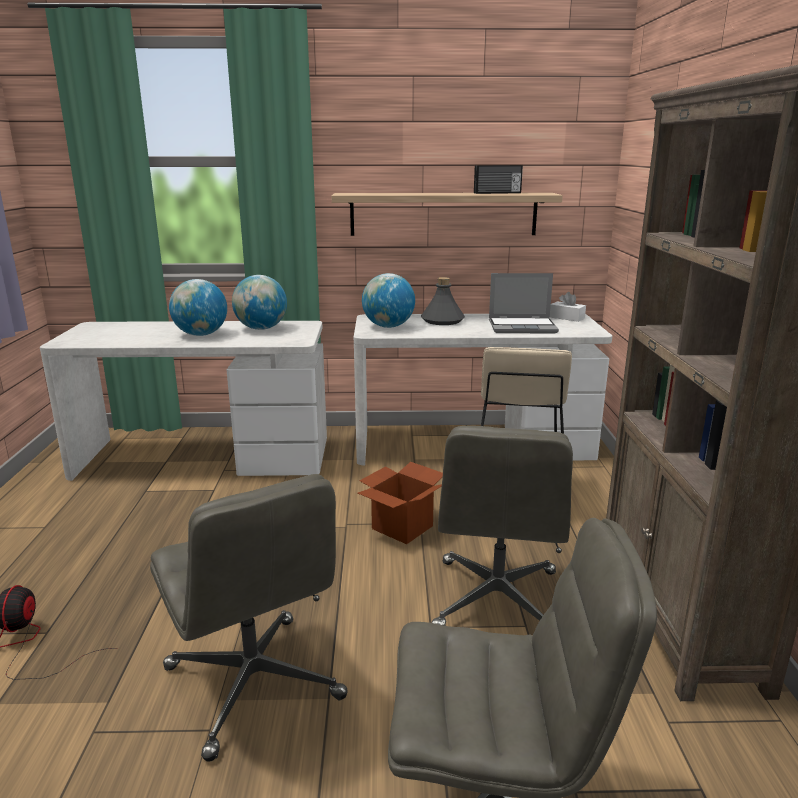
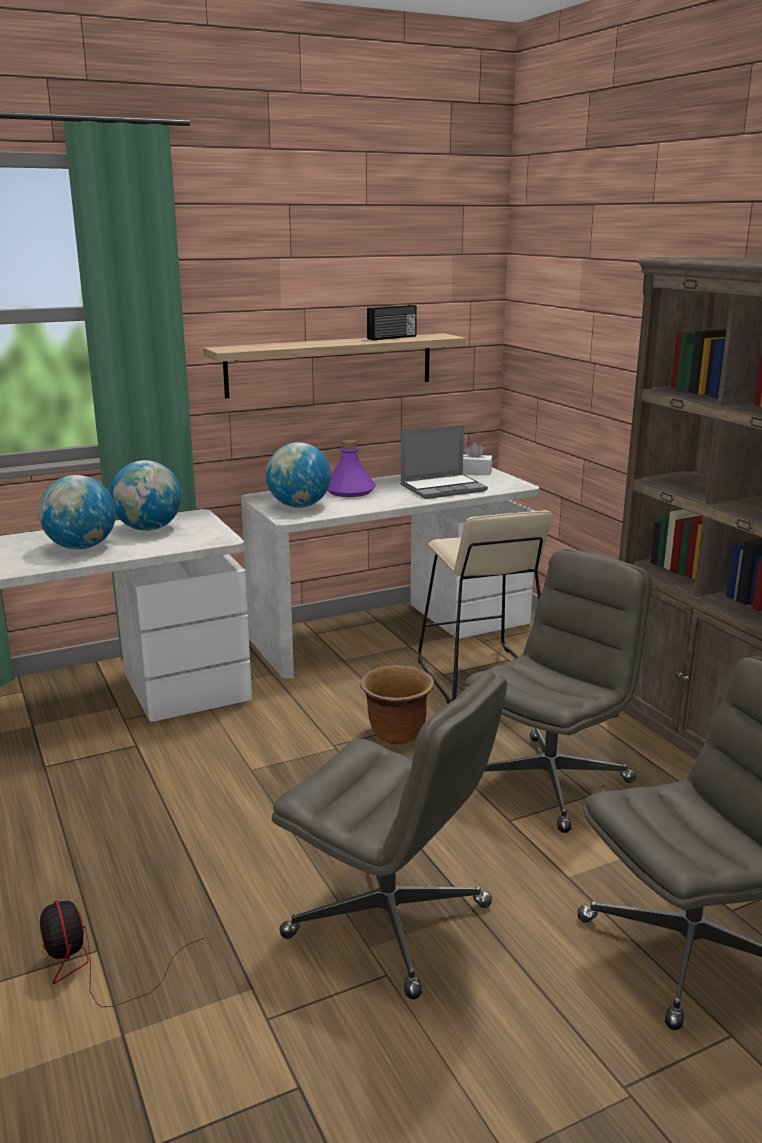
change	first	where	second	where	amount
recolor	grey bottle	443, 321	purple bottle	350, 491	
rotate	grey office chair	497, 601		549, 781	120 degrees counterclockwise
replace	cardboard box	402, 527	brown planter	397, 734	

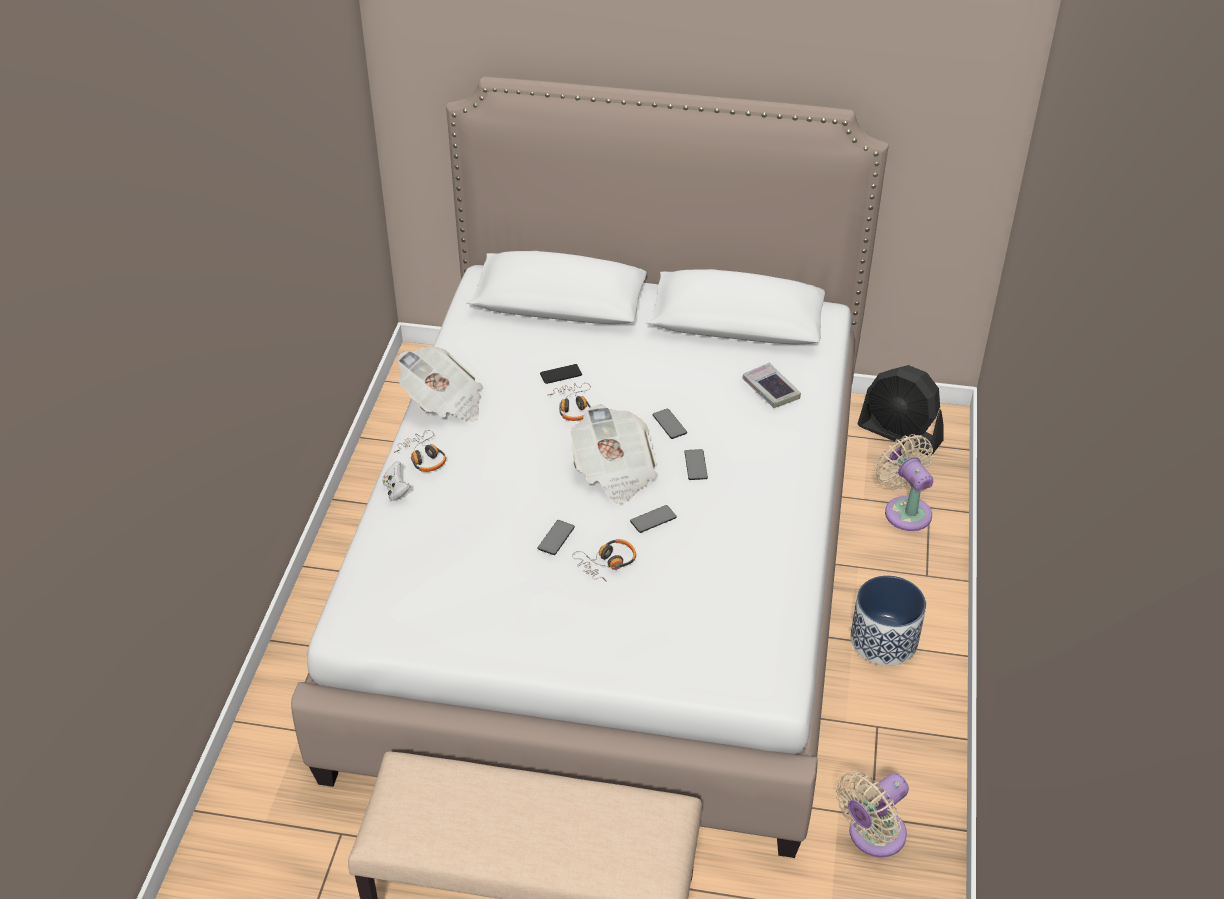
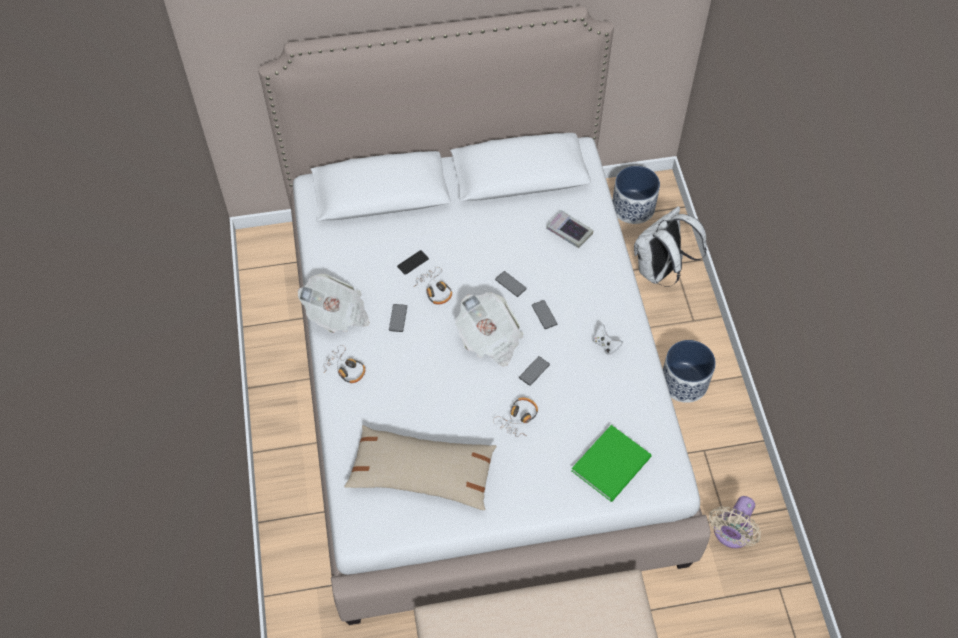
change	first	where	second	where	amount
replace	black fan	900, 434	planter	633, 207	
replace	beige fan	905, 510	white backpack	660, 271	
move	white game controller	396, 490		605, 345	
move	phone	556, 538		398, 318	
insert			beige pillow	422, 473	
insert			green book	613, 463	

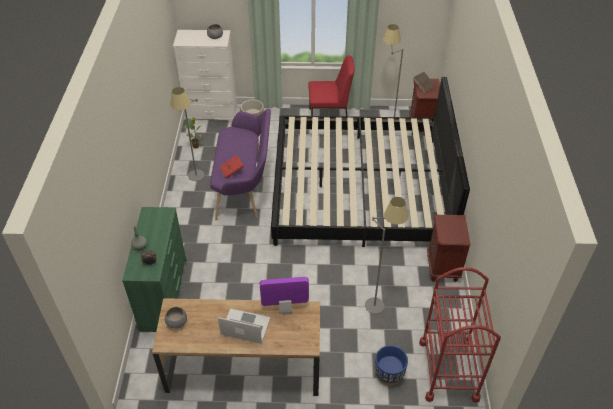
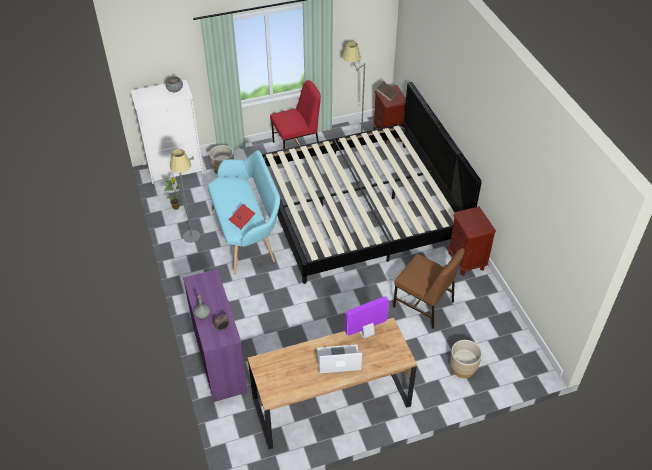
change	first	where	second	where	amount
recolor	purple bench	245, 187	turquoise bench	247, 235	
replace	grey floor lamp	379, 299	brown chair	424, 305	
recolor	green dresser	164, 294	purple dresser	220, 360	
delete	red cart	448, 370			
delete	grey bowl	177, 322			
recolor	blue planter	389, 374	beige planter	463, 368	

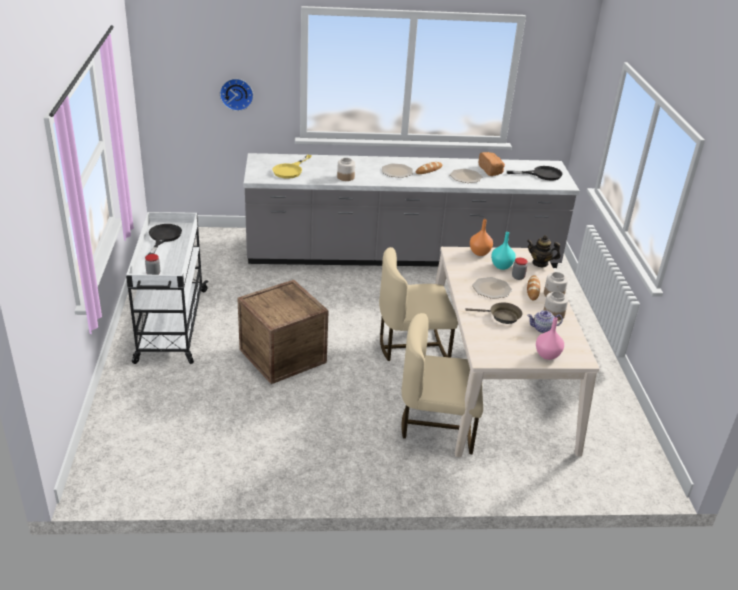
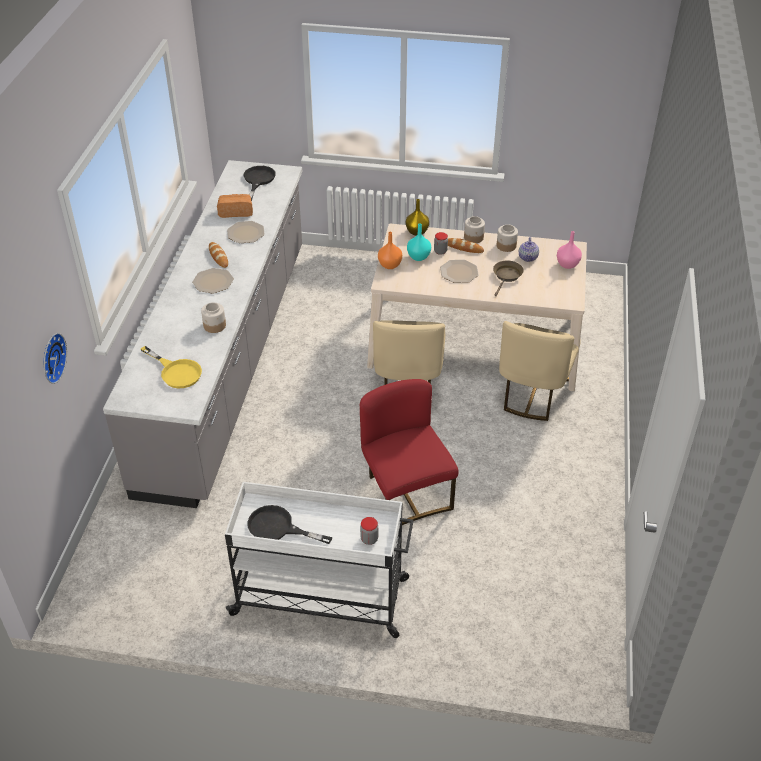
change	first	where	second	where	amount
replace	teapot	540, 263	yellow vase	417, 232	
replace	crate	282, 356	red chair	405, 494	

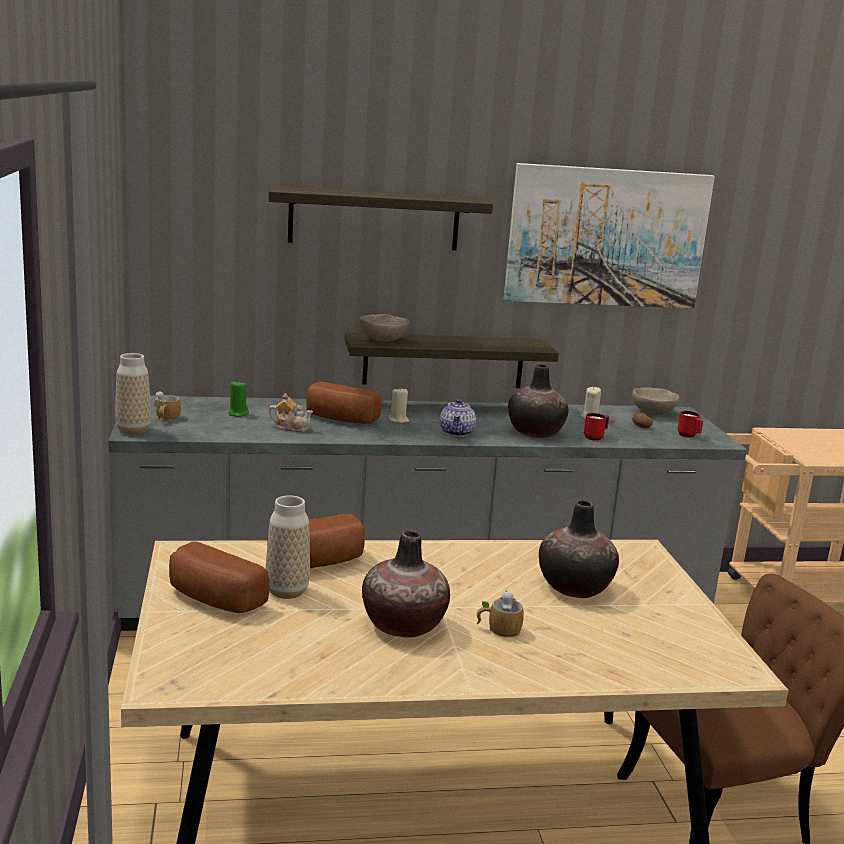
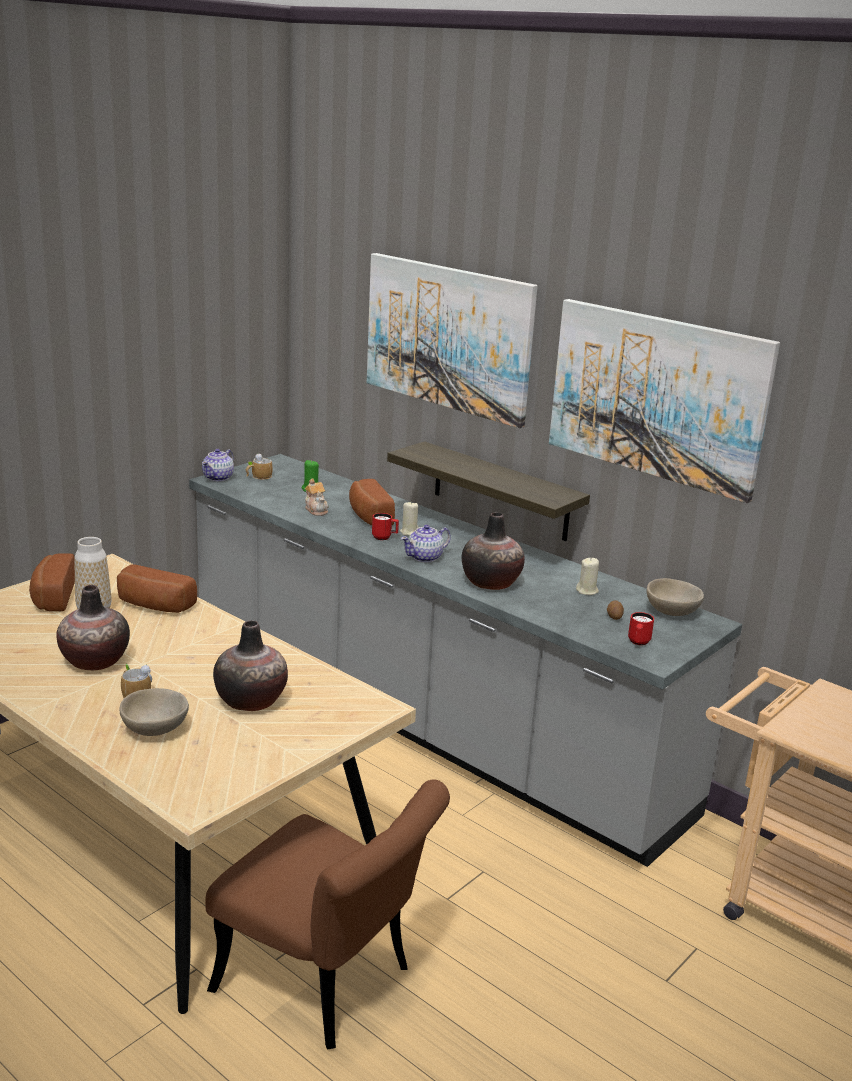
change	first	where	second	where	amount
replace	shelf	374, 218	picture	448, 337	
move	beige bowl	383, 341		154, 729	
replace	vase	133, 430	teapot	218, 477	
move	red mug	595, 437		384, 537	

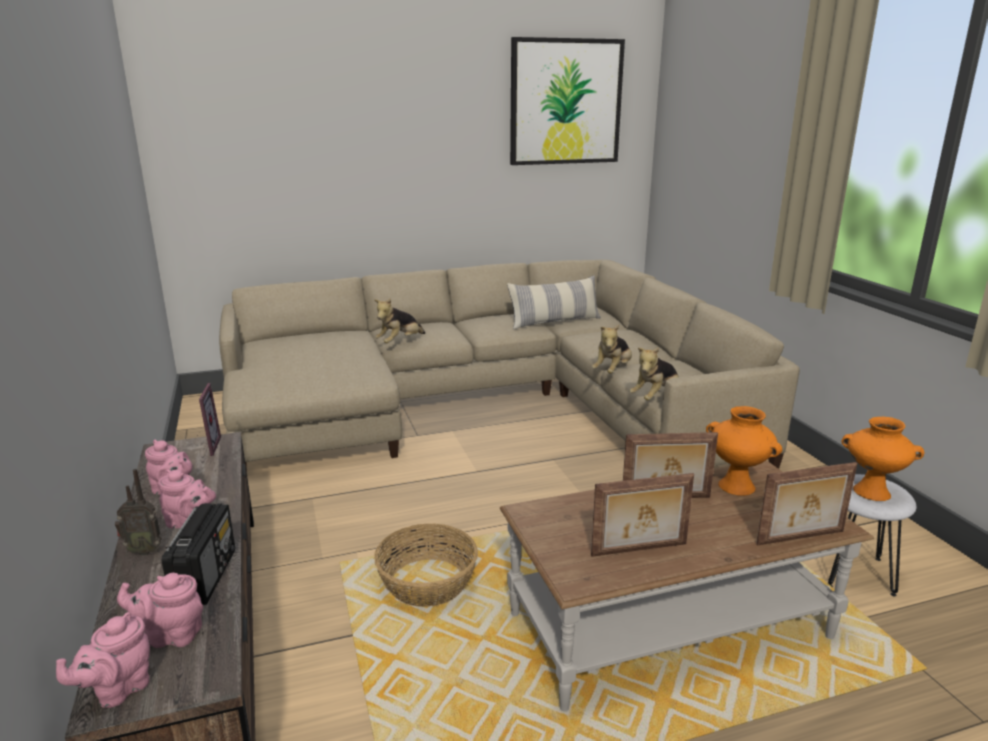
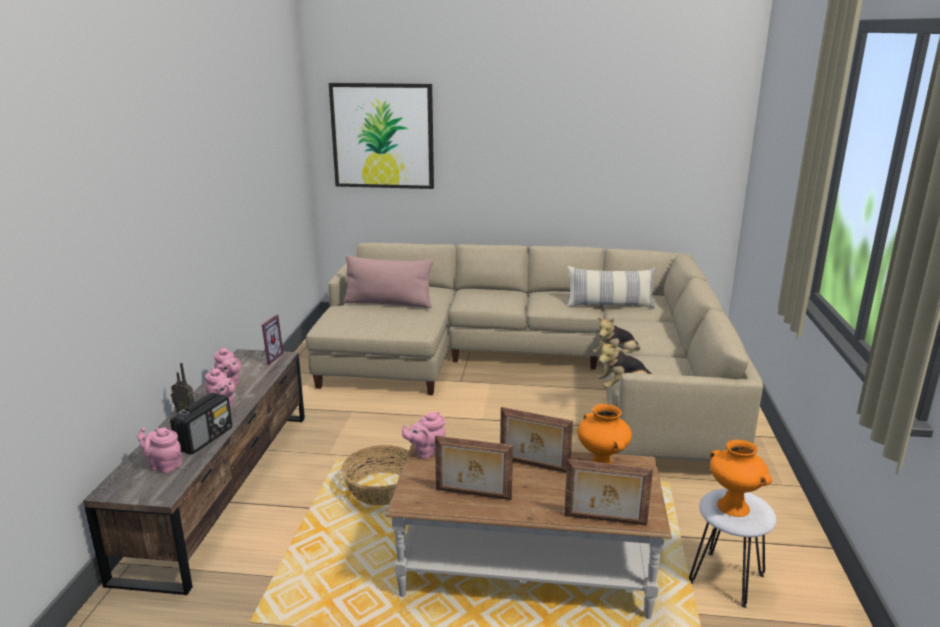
change	first	where	second	where	amount
move	picture	565, 102		382, 136	
delete	plush toy	400, 342			
move	pink teapot	117, 690		426, 452	
insert			pink pillow	388, 303	

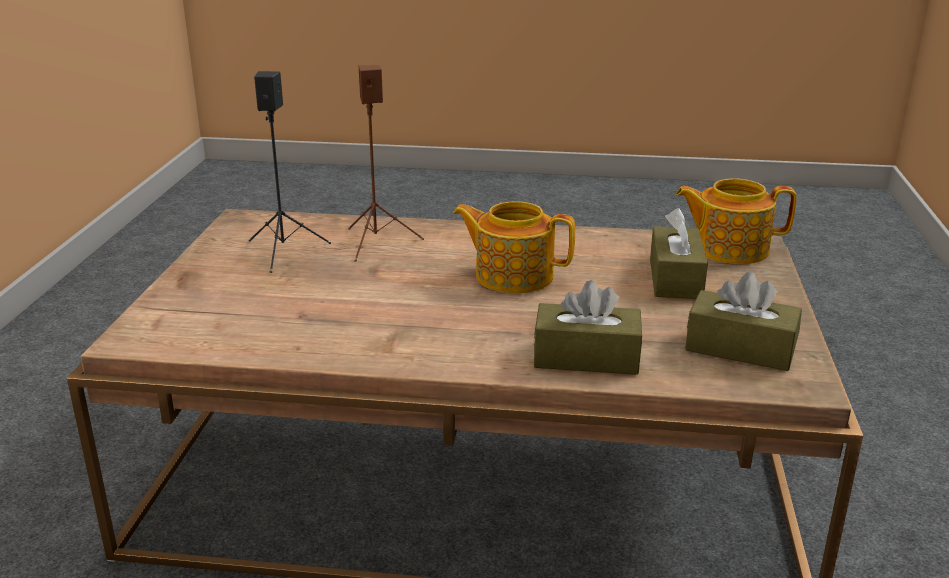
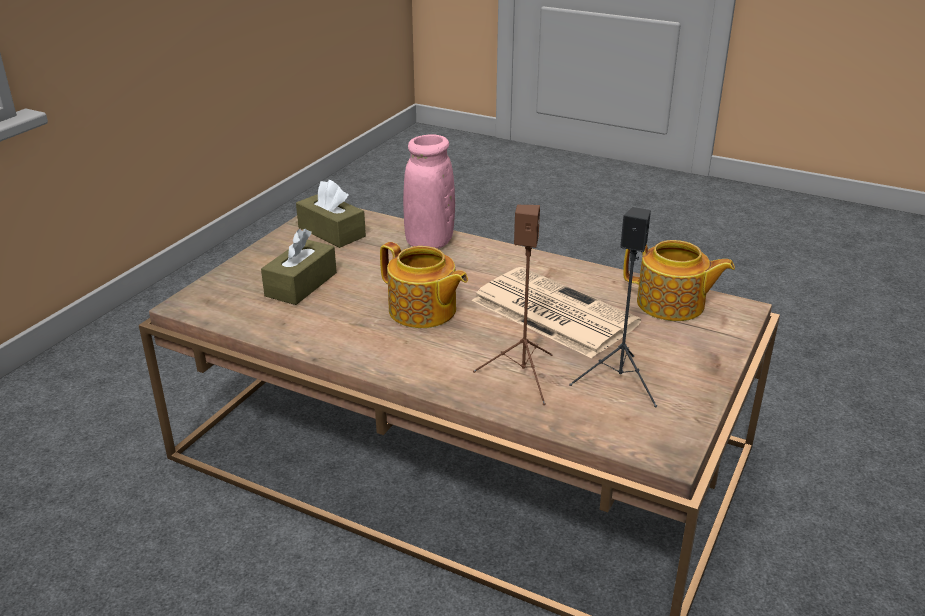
change	first	where	second	where	amount
move	teapot	729, 249		672, 305	
replace	brown tissue box	586, 357	pink vase	429, 243	
insert			newspaper	551, 312	

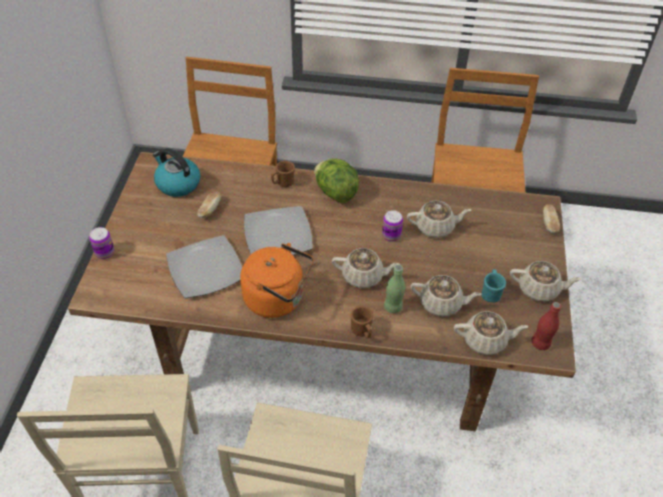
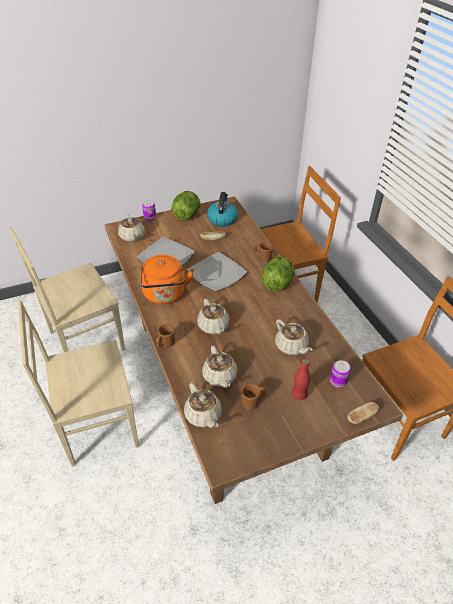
change	first	where	second	where	amount
move	can	391, 235		338, 381	
move	beige teapot	539, 289		132, 237	
delete	green bottle	393, 307			
recolor	turquoise mug	490, 293	brown mug	252, 402	
move	red bottle	540, 343		299, 394	
insert			lettuce	187, 215	

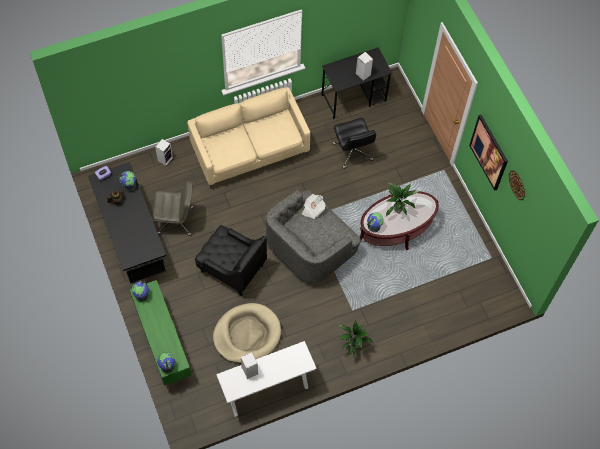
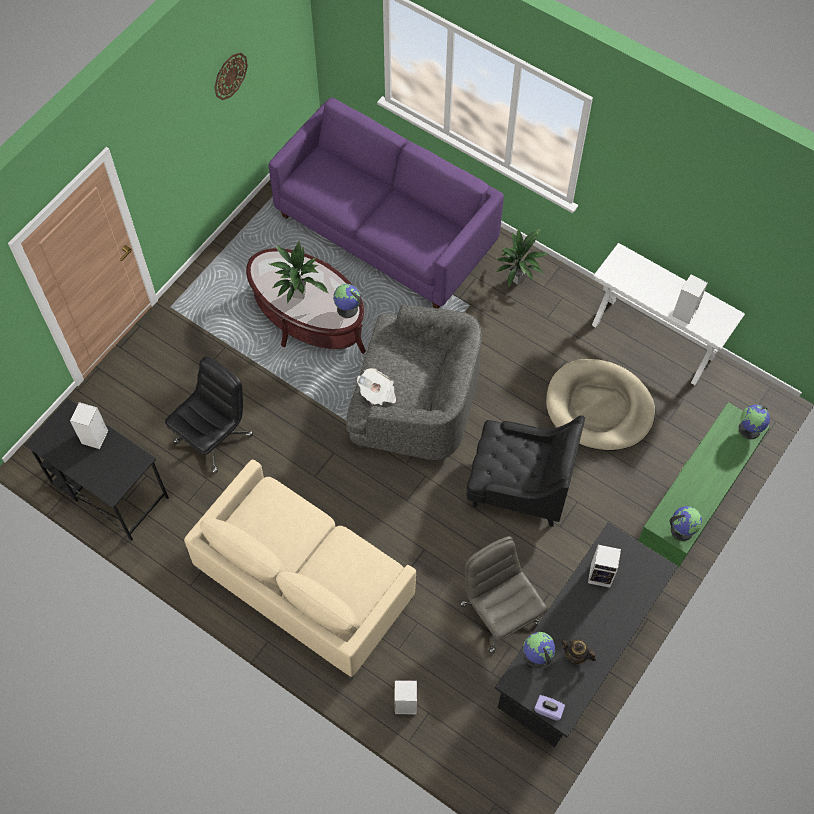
change	first	where	second	where	amount
delete	picture	489, 152			
rotate	black armchair	231, 268		519, 486	105 degrees clockwise
insert			purple sofa	386, 230	
insert			speaker	601, 575	

